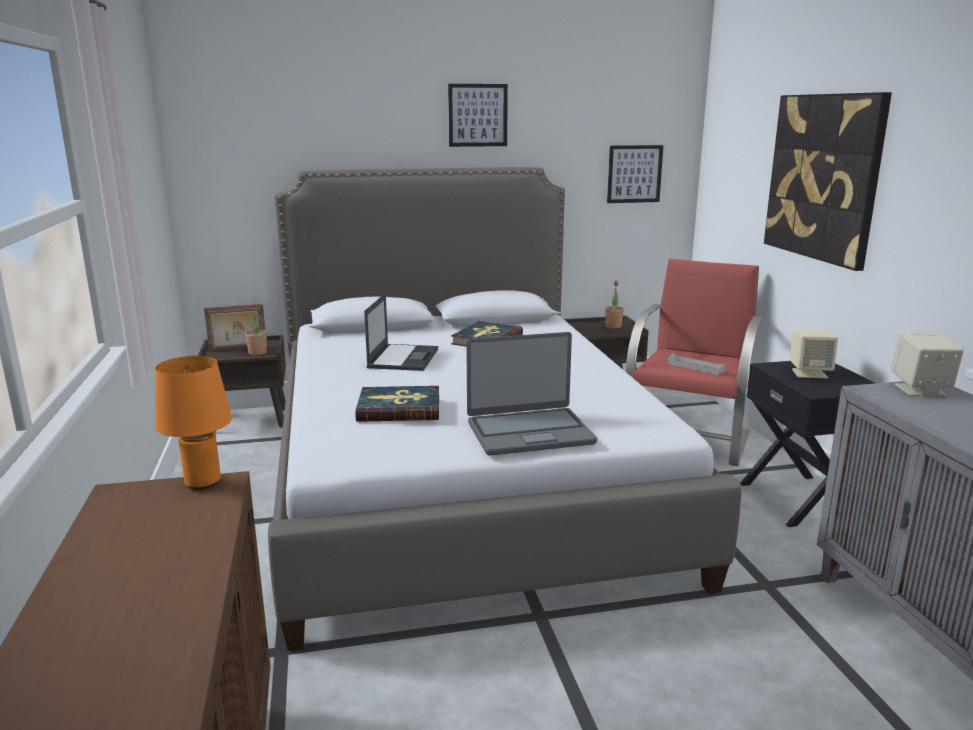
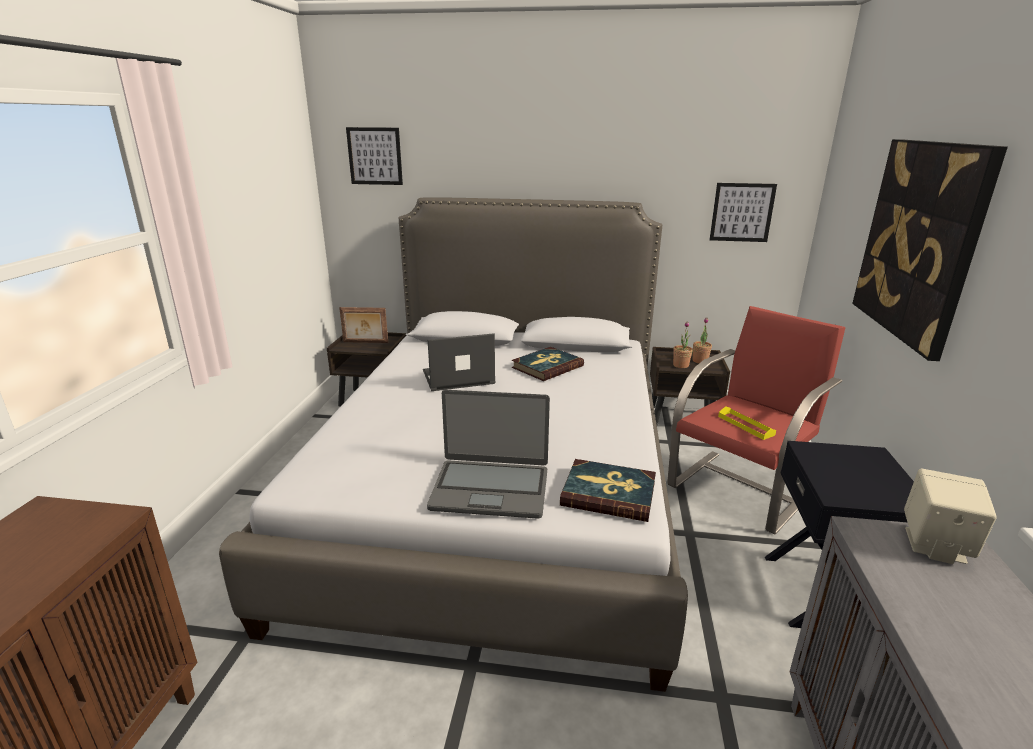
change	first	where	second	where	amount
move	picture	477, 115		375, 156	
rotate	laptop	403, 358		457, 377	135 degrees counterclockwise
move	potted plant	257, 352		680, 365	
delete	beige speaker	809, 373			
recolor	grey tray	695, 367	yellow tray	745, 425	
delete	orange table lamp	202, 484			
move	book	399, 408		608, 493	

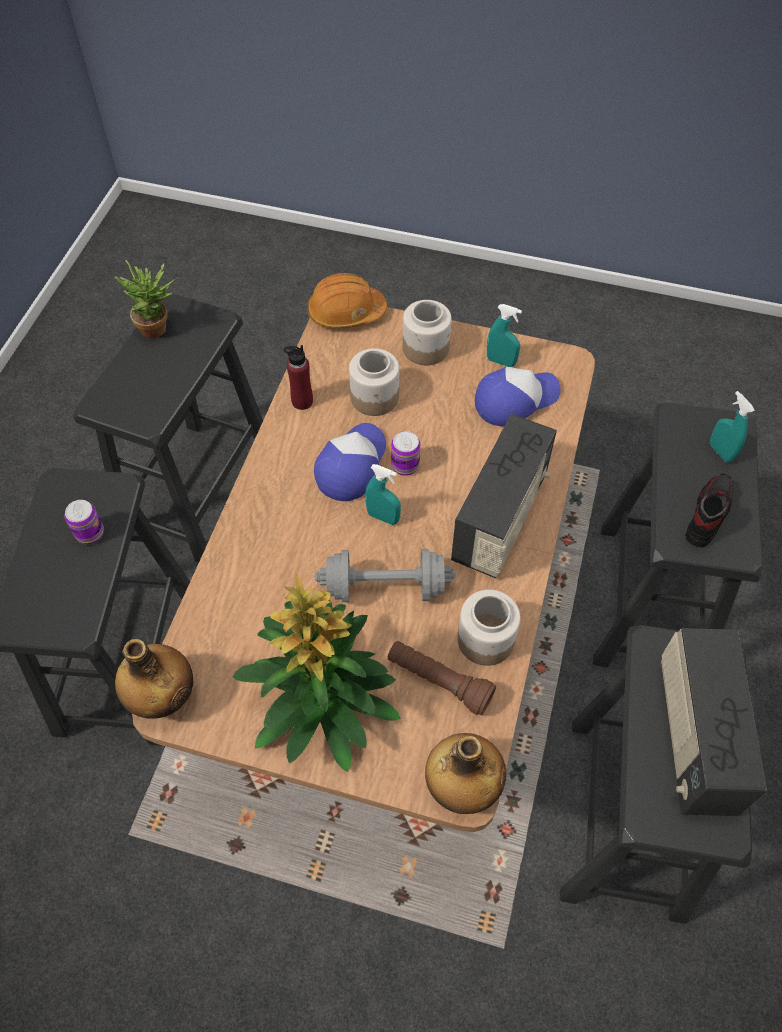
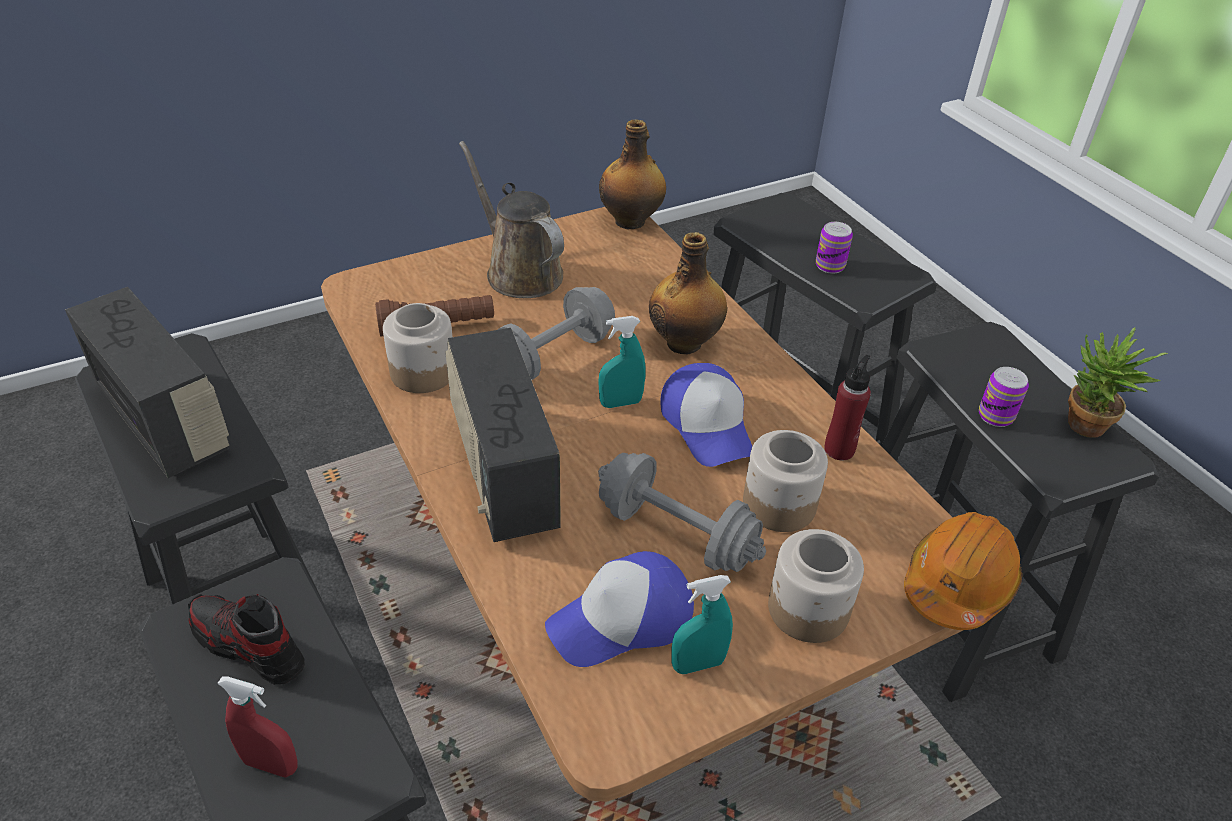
change	first	where	second	where	amount
rotate	cap	515, 399		622, 620	45 degrees clockwise
recolor	turquoise spray bottle	720, 452	red spray bottle	271, 764	
move	can	405, 465		995, 416	
rotate	shoe	707, 515		248, 646	135 degrees clockwise
replace	potted plant	320, 701	brown watering can	519, 272	
move	bottle	462, 785		685, 343	
insert			grey dumbbell	676, 533	

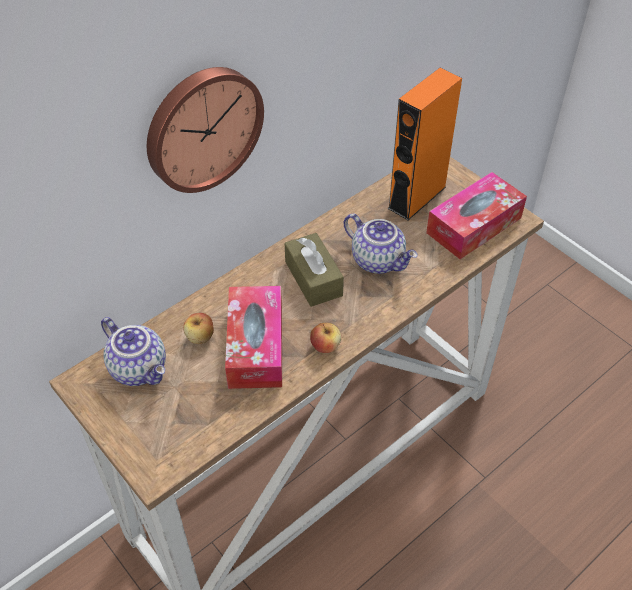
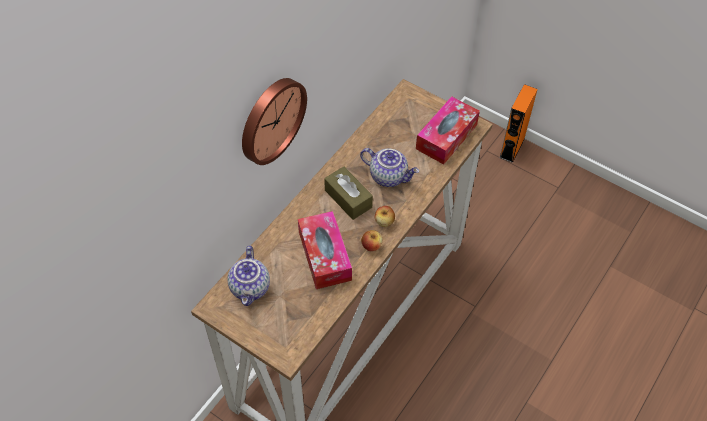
change	first	where	second	where	amount
move	orange speaker	417, 197		512, 147	
move	apple	200, 337		384, 222	
rotate	teapot	140, 368		251, 288	60 degrees clockwise

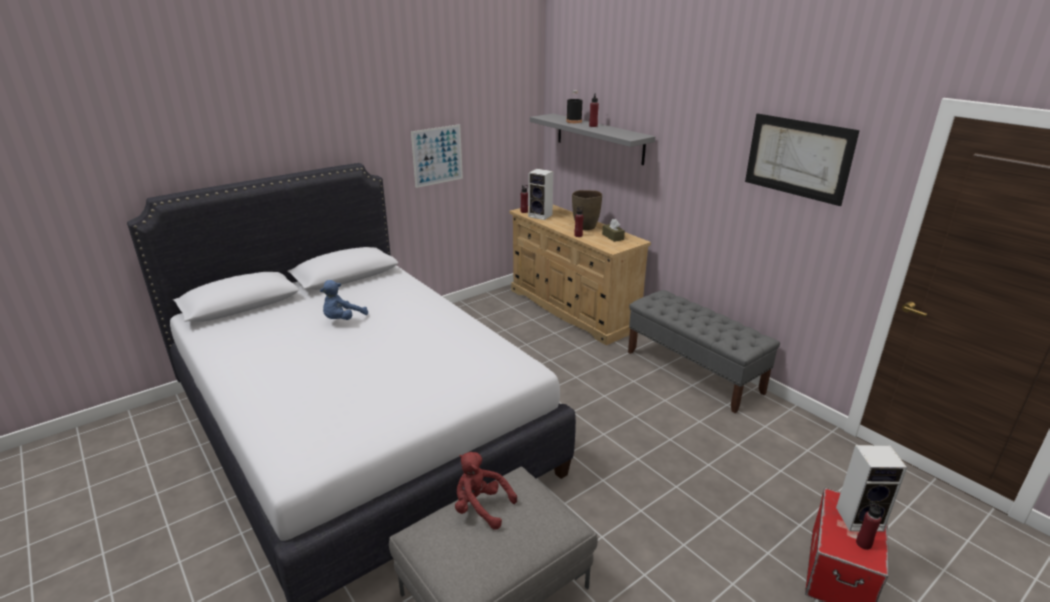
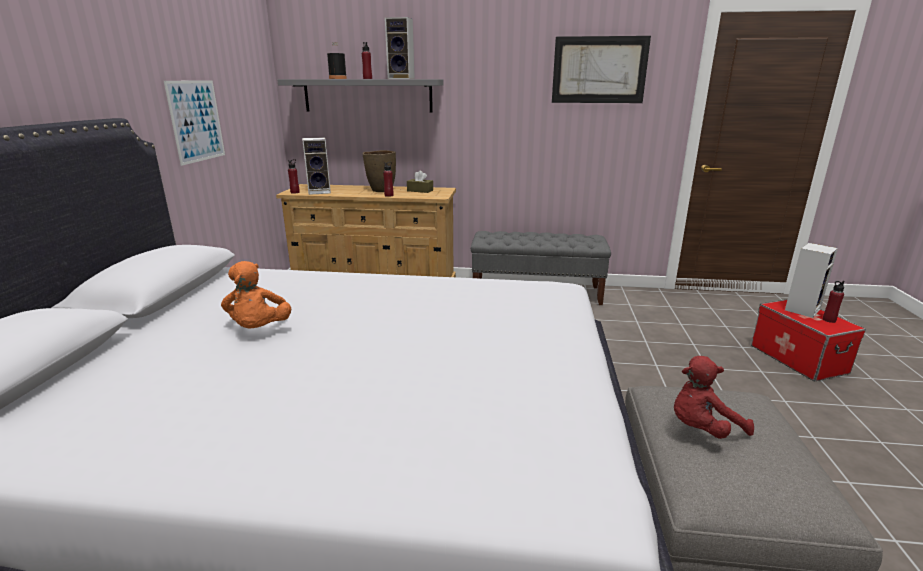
change	first	where	second	where	amount
recolor	blue plush toy	342, 320	orange plush toy	259, 329	
insert			speaker	402, 78	

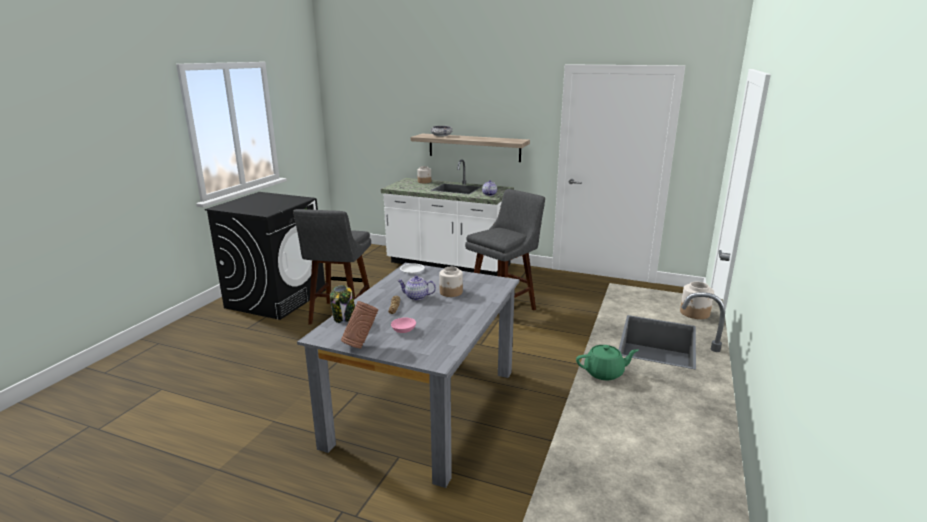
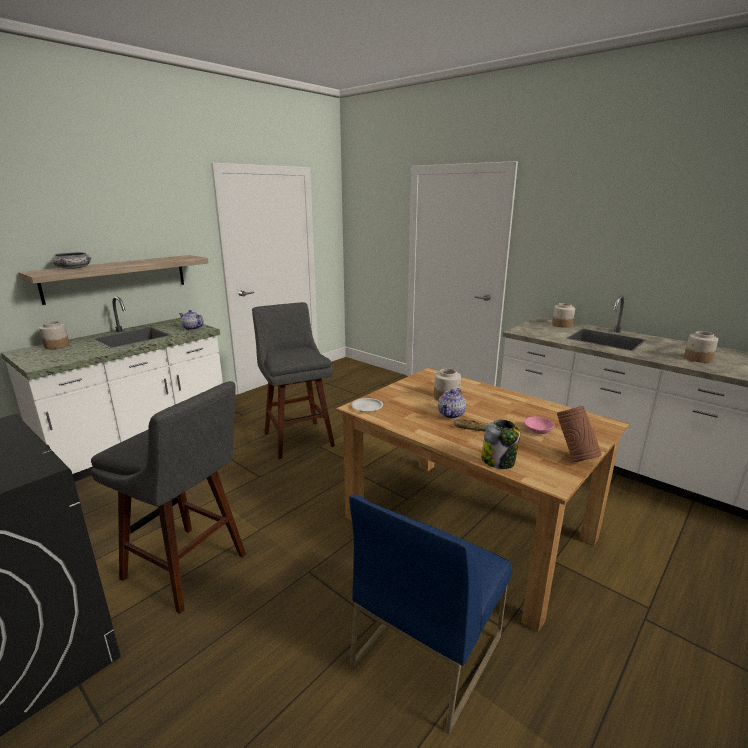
change	first	where	second	where	amount
recolor	grey dining table	425, 407	brown dining table	470, 527	
delete	green teapot	604, 373			
insert			jar	698, 359	
insert			blue chair	427, 649	

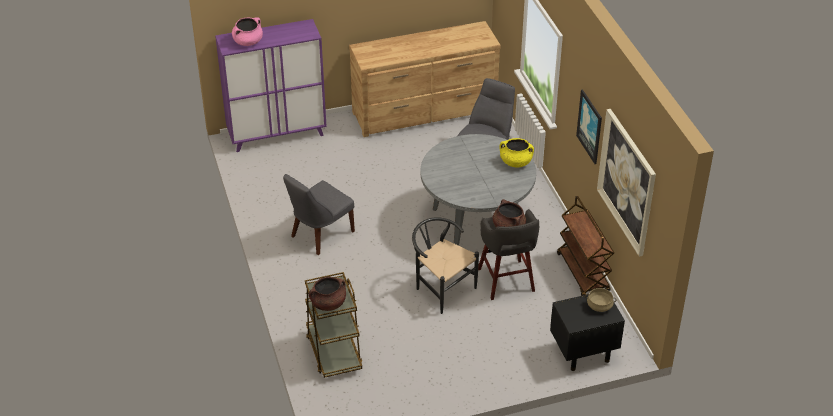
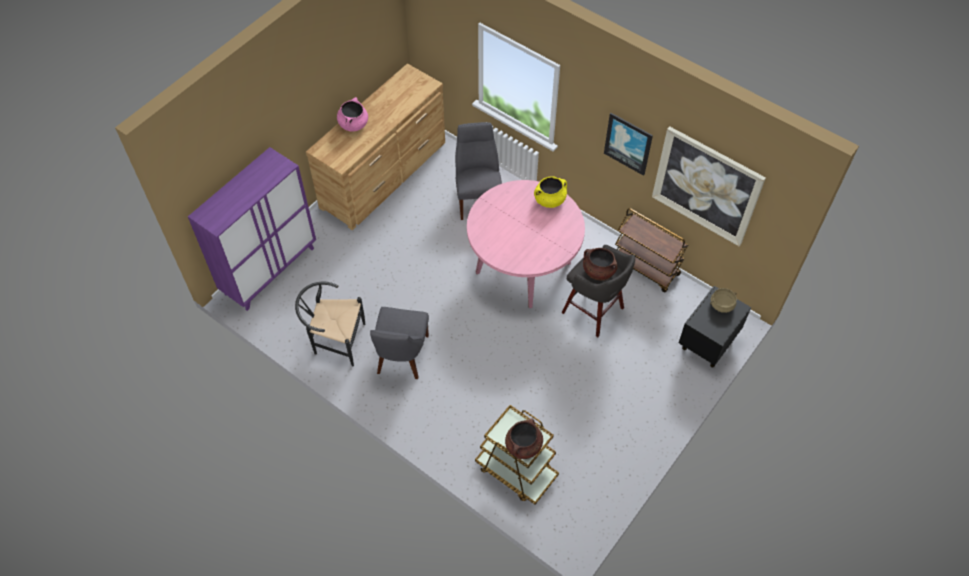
change	first	where	second	where	amount
move	pink cooking pot	248, 42		353, 124	
recolor	grey dining table	476, 224	pink dining table	523, 267	
move	black chair	441, 288		335, 341	

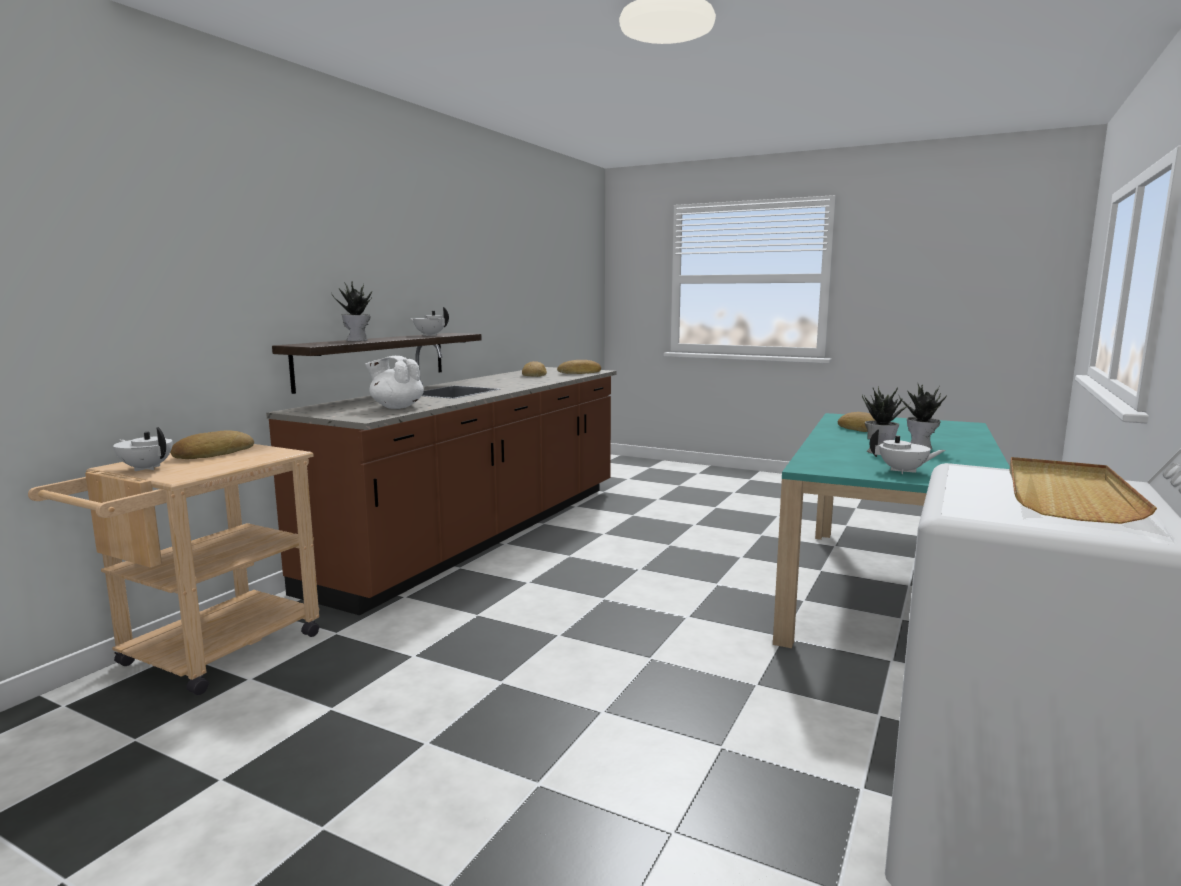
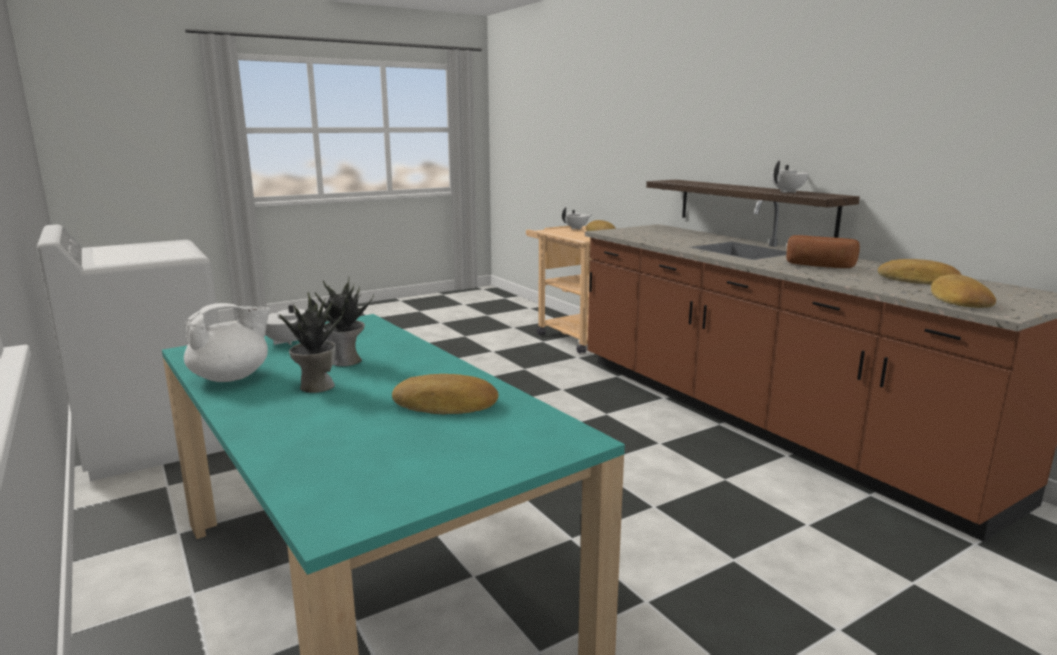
change	first	where	second	where	amount
delete	potted plant	358, 340			
move	white teapot	396, 407		232, 377	
delete	beige tray	1066, 495			
insert			bread	819, 266	

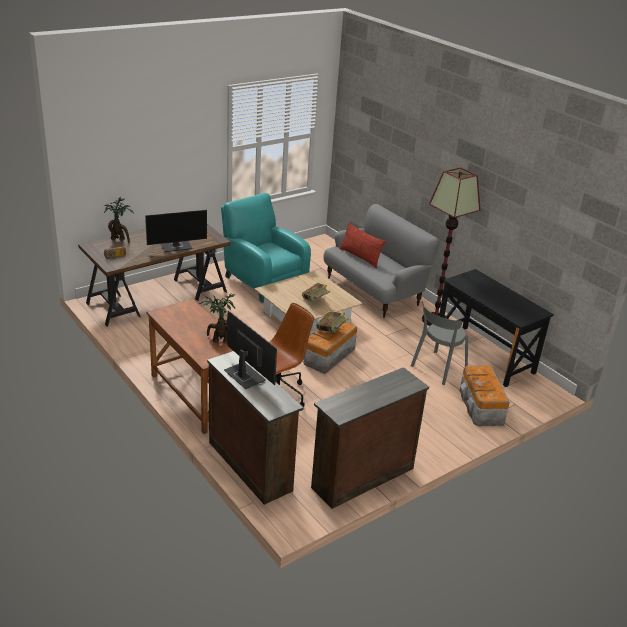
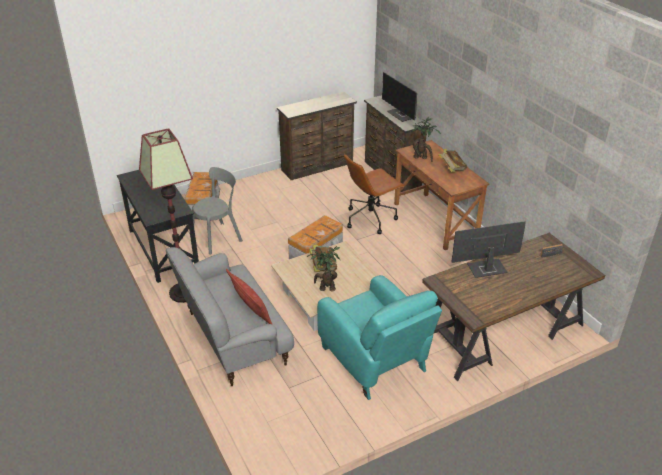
change	first	where	second	where	amount
move	potted plant	119, 239		325, 288	
move	book	331, 331		451, 169	

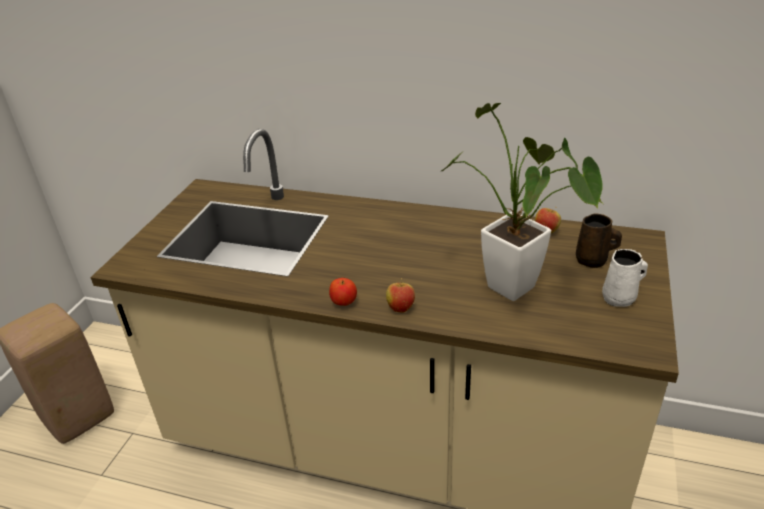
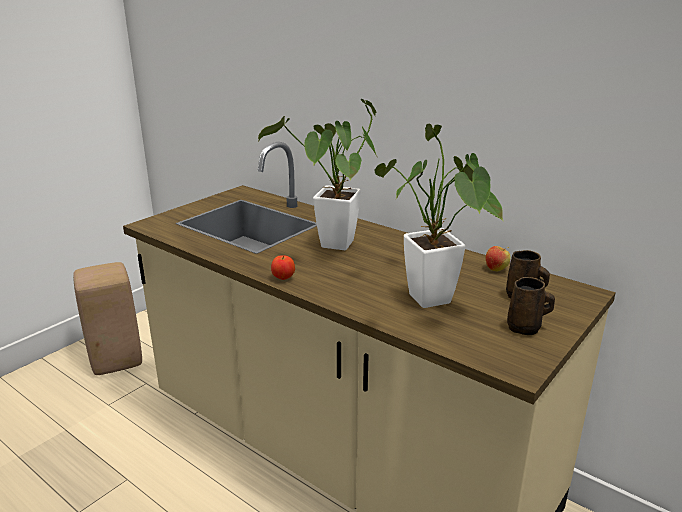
change	first	where	second	where	amount
recolor	white mug	620, 298	brown mug	525, 328	
delete	apple	401, 308			
insert			potted plant	334, 247	

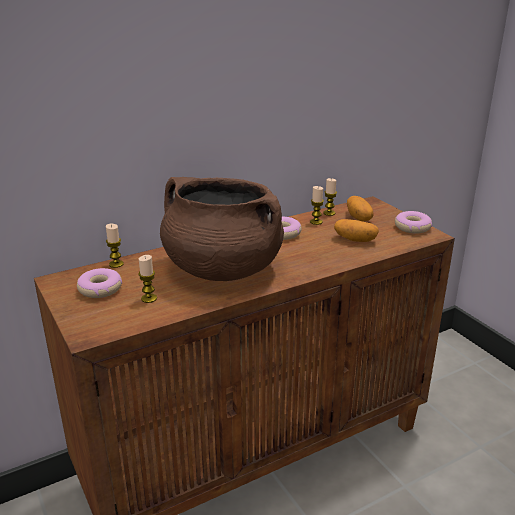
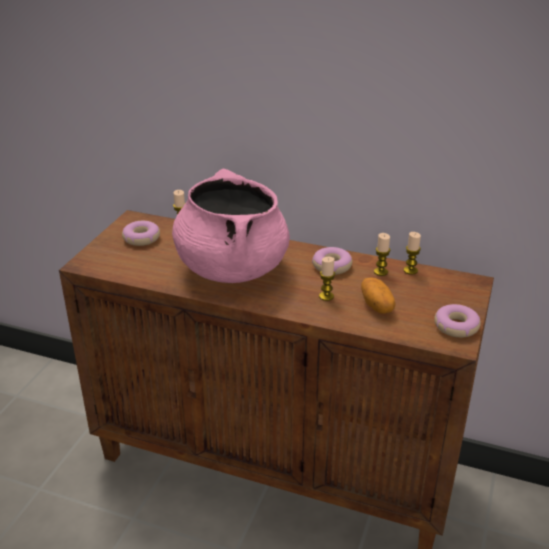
change	first	where	second	where	amount
recolor	brown cooking pot	222, 269	pink cooking pot	232, 268	
delete	potato	359, 217			
move	candle	149, 298		326, 296	

